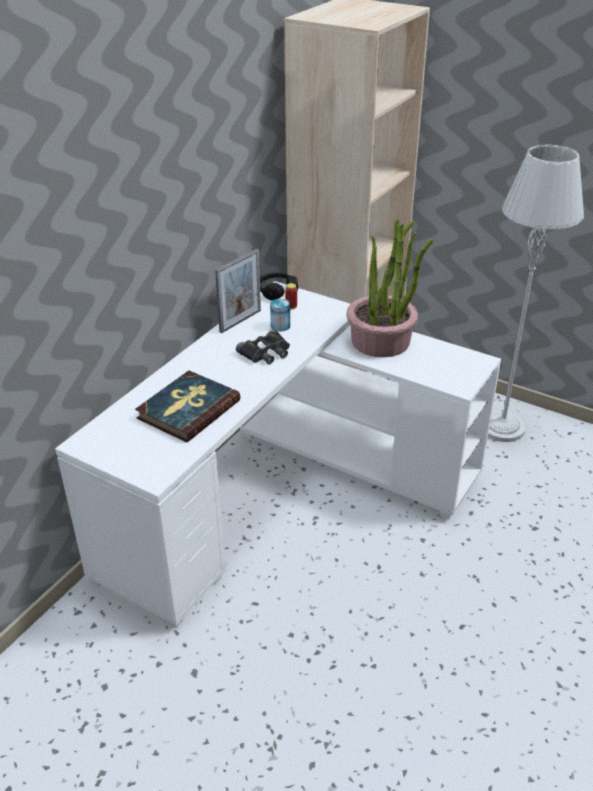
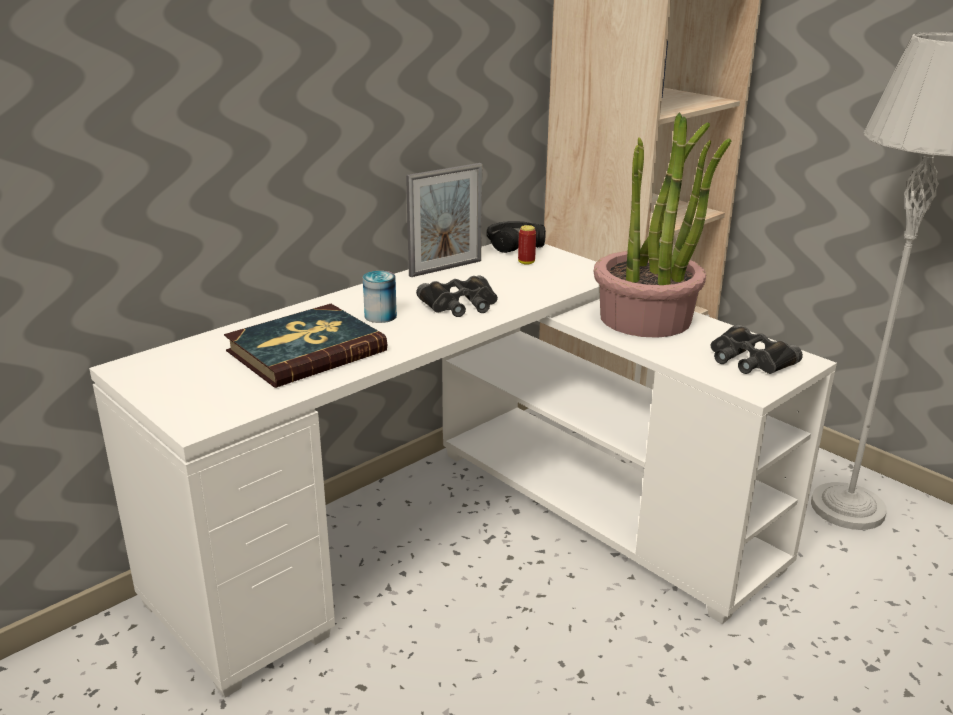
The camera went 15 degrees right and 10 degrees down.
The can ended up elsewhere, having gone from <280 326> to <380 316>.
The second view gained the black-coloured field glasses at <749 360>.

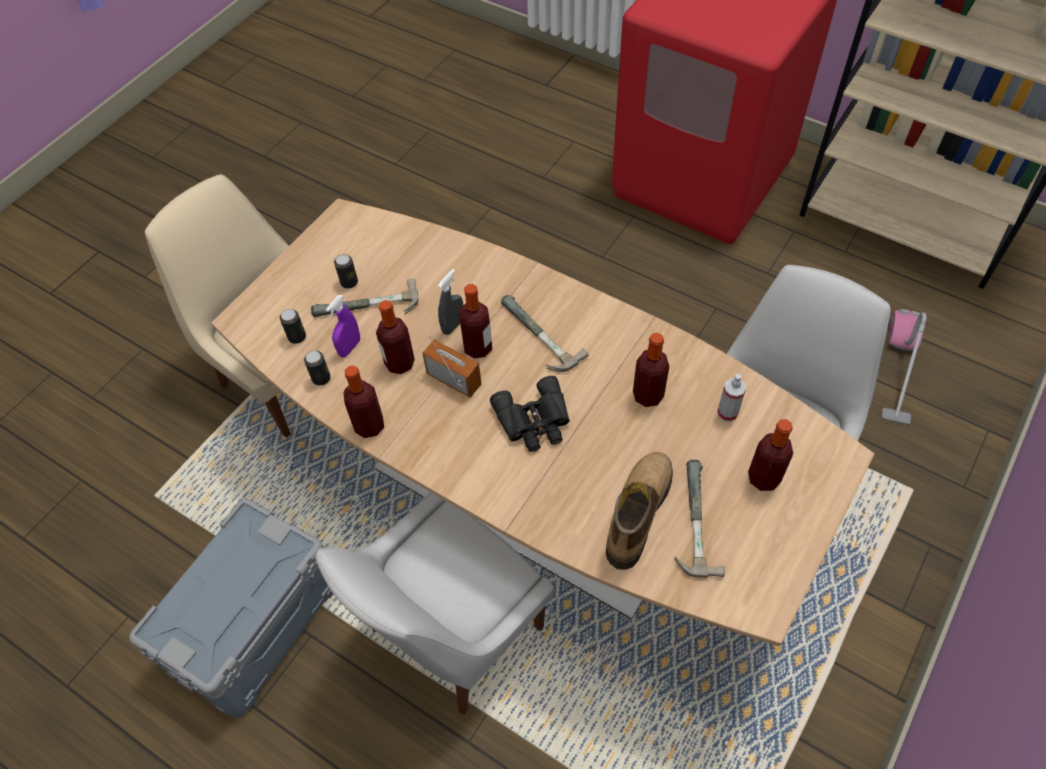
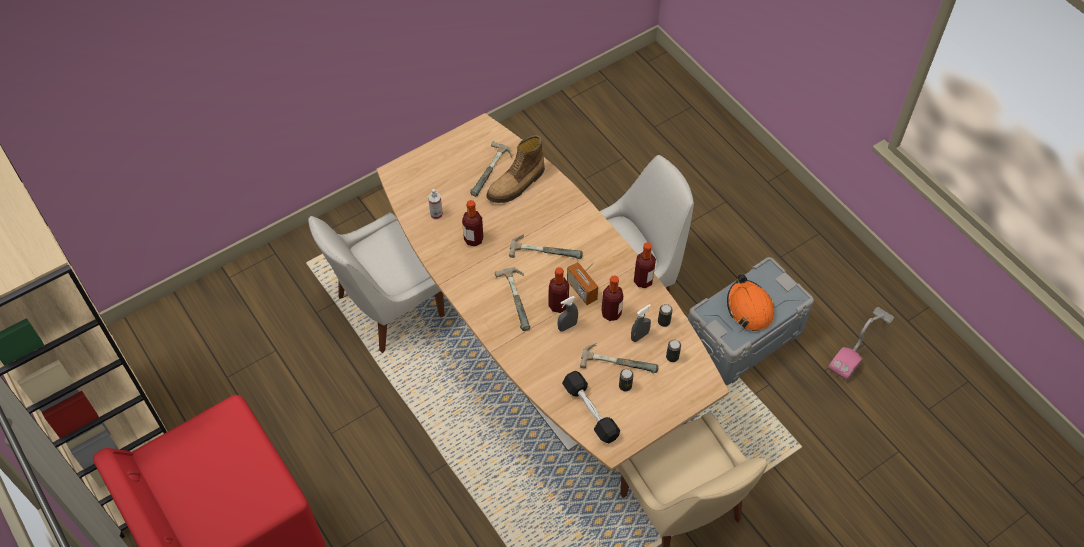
The camera went 160 degrees left and 0 degrees up.
What was the purple sprayer at <349 347> turned into the grey sprayer at <639 336>.
Where the black-coloured field glasses stood at <534 421>, the hammer came to stand at <546 248>.
The second view lost the bottle at <764 478>.
The vacuum cleaner ended up elsewhere, having gone from <899 369> to <861 344>.
The second view gained the black-coloured free weight at <590 411>.
The second view gained the orangey hard hat at <749 308>.

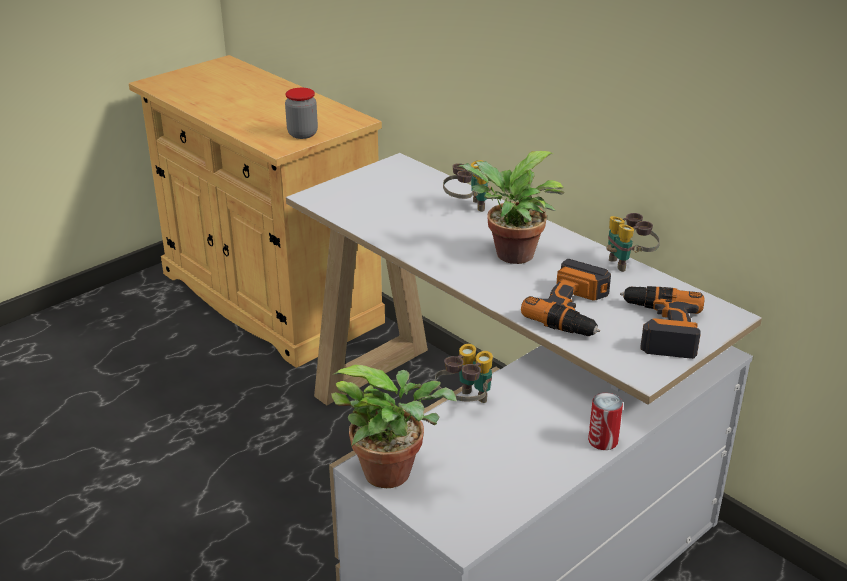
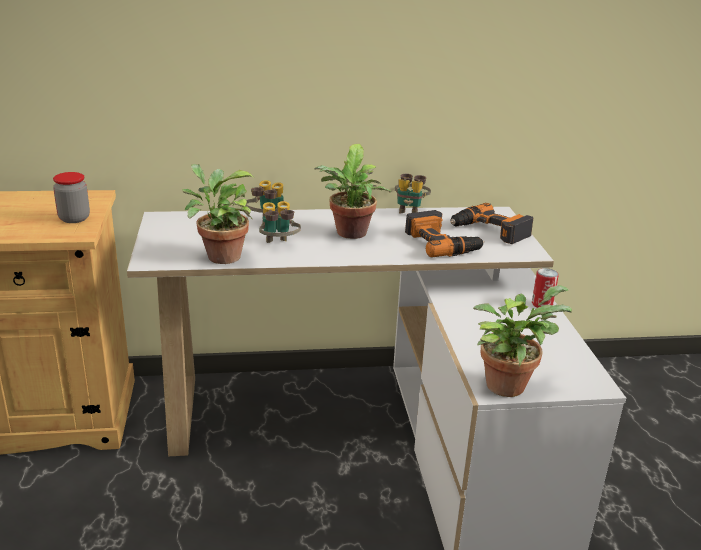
The camera went 55 degrees left and 5 degrees down.
The field glasses ended up elsewhere, having gone from <465 404> to <278 246>.
The second view gained the plant in a pot at <220 256>.

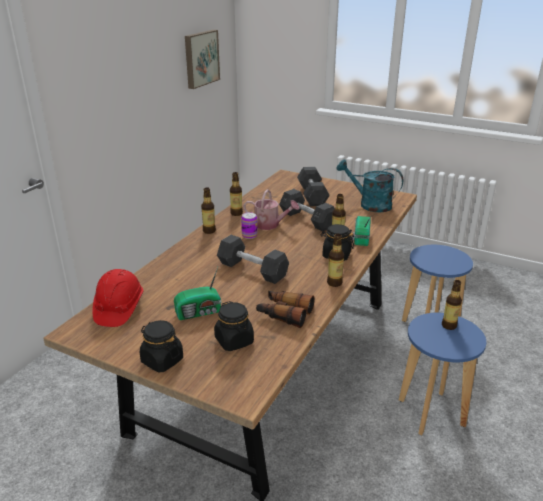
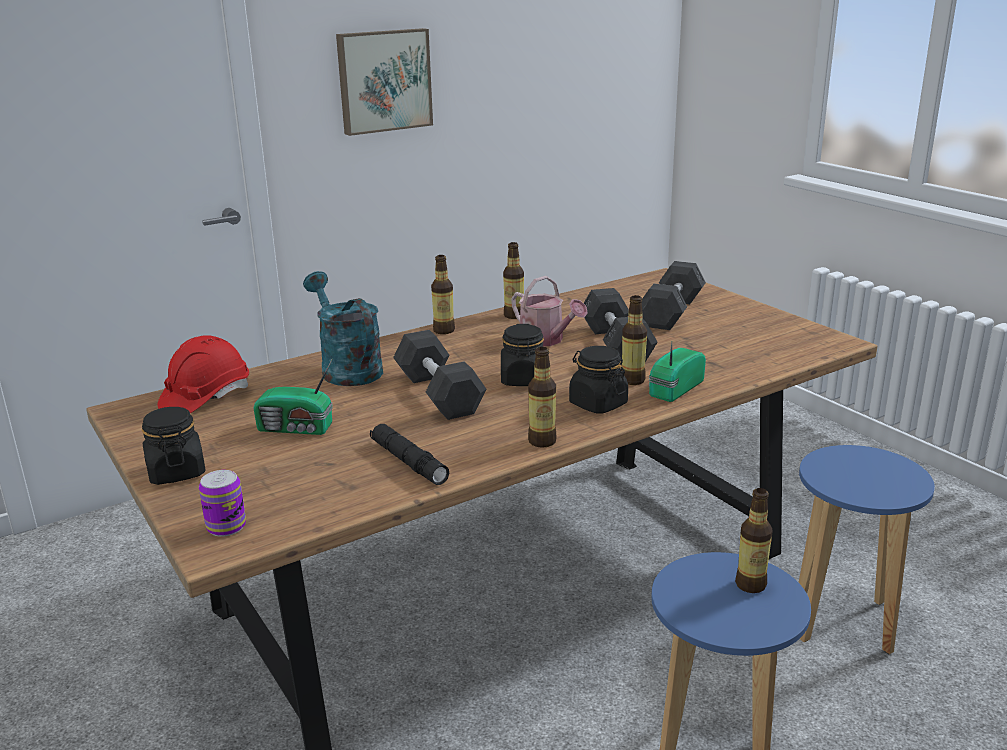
The camera went 30 degrees right and 5 degrees down.
The picture ended up elsewhere, having gone from <200 58> to <383 81>.
The black-coloured preserve jar ended up elsewhere, having gone from <234 341> to <523 379>.
The can ended up elsewhere, having gone from <249 235> to <226 527>.
Where the field glasses stood at <284 314>, the black-coloured flashlight came to stand at <408 462>.
The turquoise-coloured watering can ended up elsewhere, having gone from <369 204> to <346 368>.

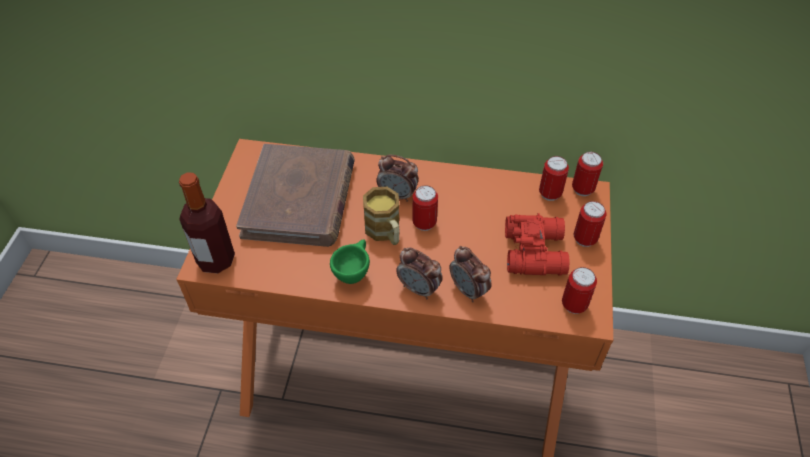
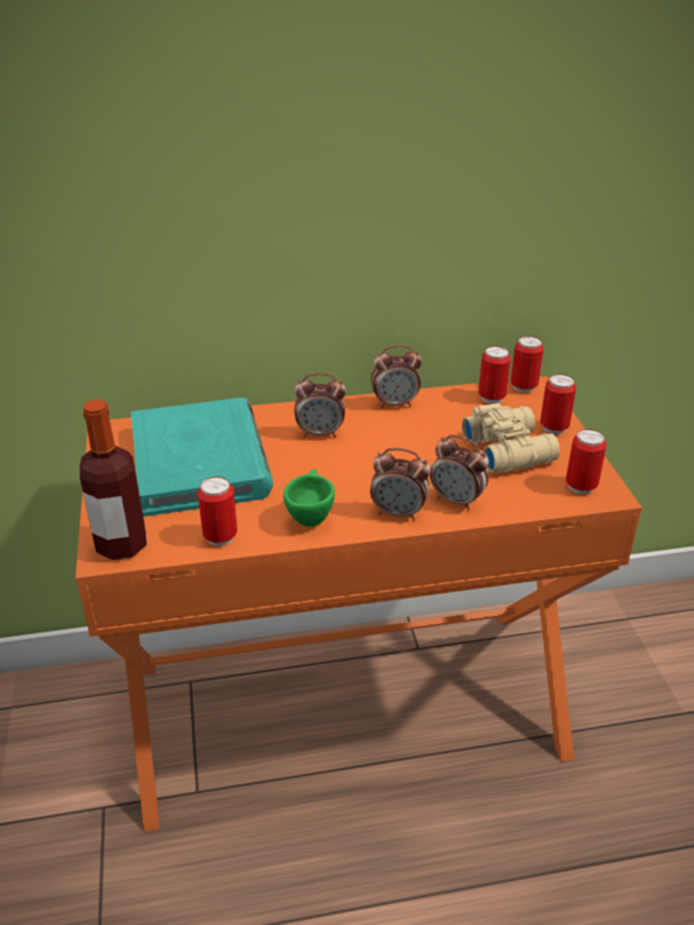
The camera went 20 degrees left and 15 degrees down.
What was the brown-coloured bound book at <299 199> turned into the turquoise-coloured bound book at <201 462>.
The second view lost the tea mug at <385 233>.
The can ended up elsewhere, having gone from <424 223> to <220 537>.
What was the red-coloured field glasses at <536 251> turned into the sand-coloured field glasses at <509 449>.
The second view gained the table clock at <395 404>.

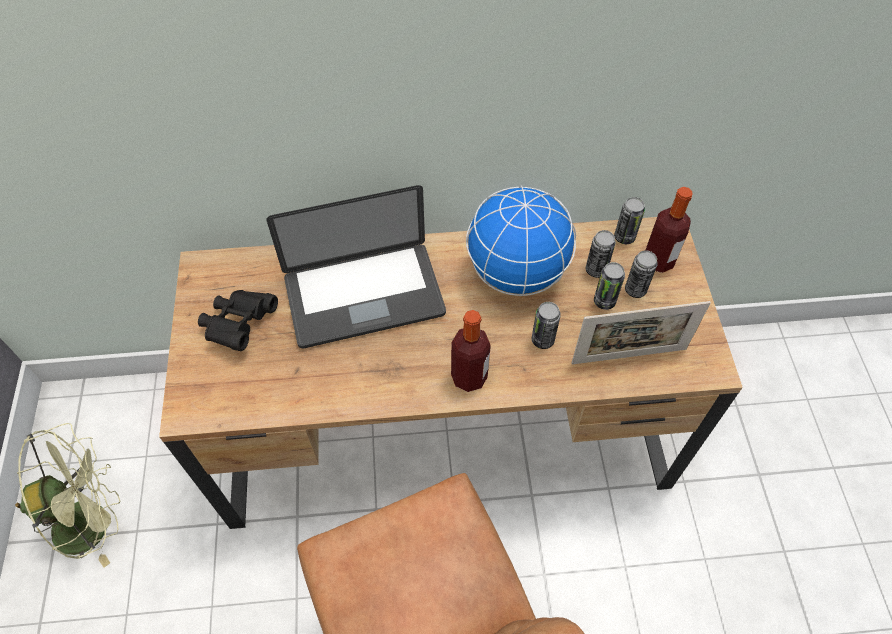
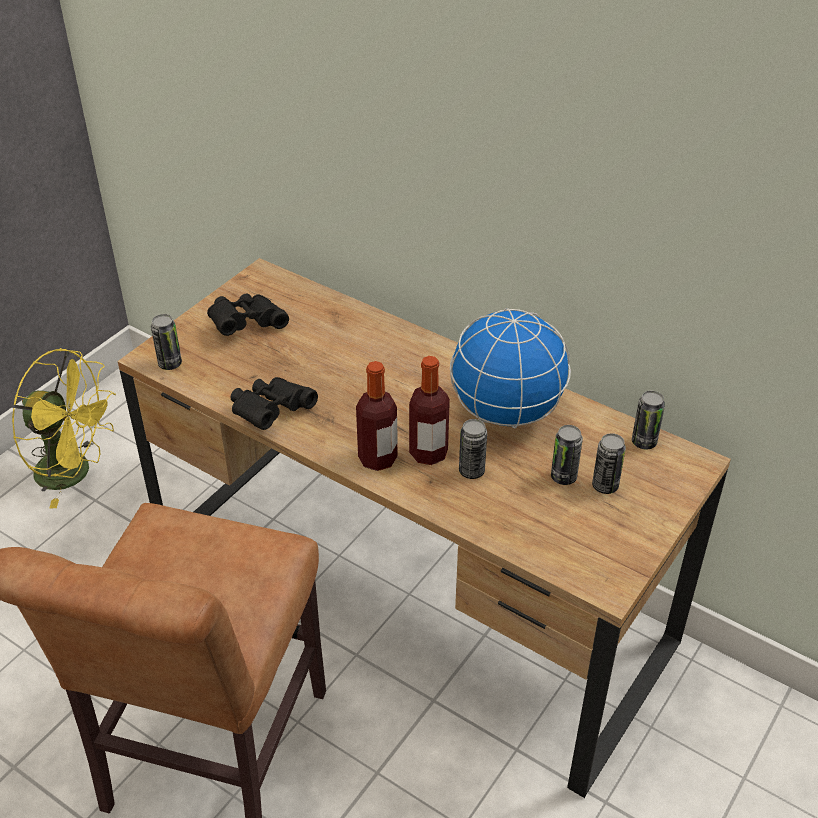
The camera went 40 degrees right and 15 degrees down.
What was the green cooling fan at <94 520> turned into the yellow-coloured cooling fan at <75 473>.
The second view lost the laptop at <364 296>.
The second view lost the photo frame at <629 356>.
The can ended up elsewhere, having gone from <596 270> to <170 364>.
The bottle ended up elsewhere, having gone from <658 261> to <428 453>.
The second view gained the black-coloured field glasses at <271 412>.

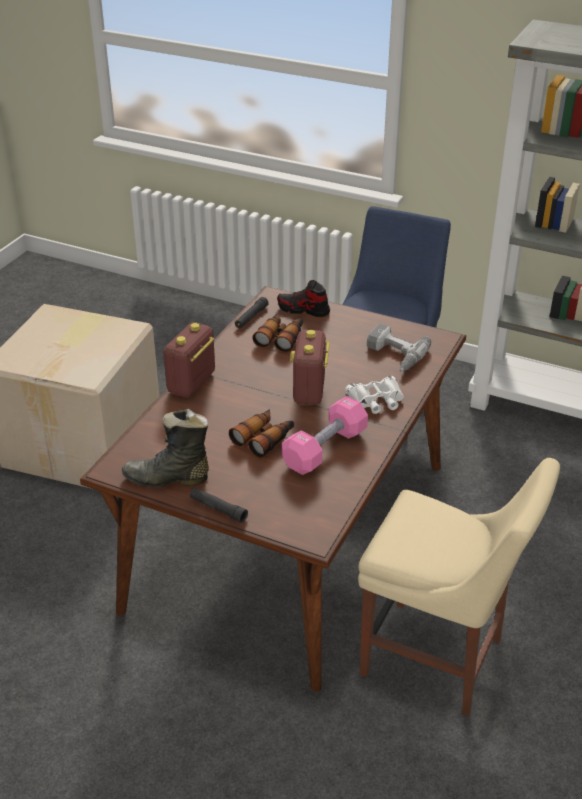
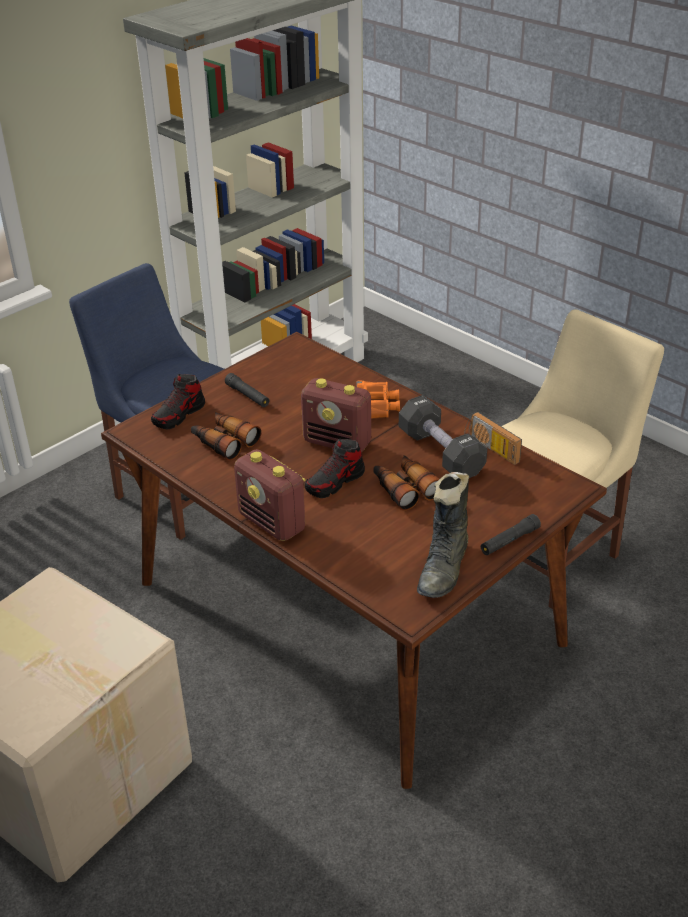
The camera went 70 degrees left and 0 degrees up.
The black-coloured flashlight ended up elsewhere, having gone from <251 317> to <247 396>.
What was the pink-coloured free weight at <325 449> turned into the black-coloured free weight at <441 453>.
What was the white field glasses at <376 400> turned into the orangey field glasses at <377 405>.
The second view lost the electric drill at <393 355>.
The second view gained the low shoe at <335 482>.
The second view gained the radio receiver at <488 450>.

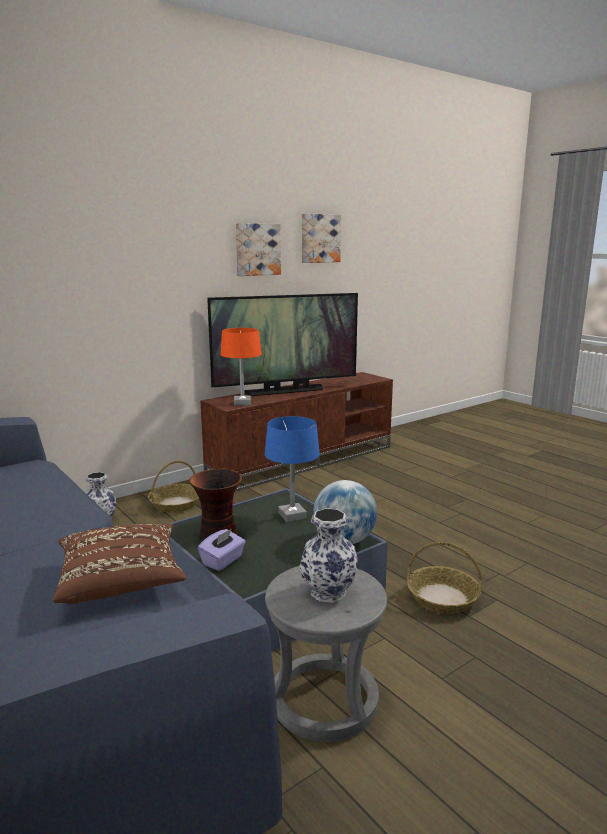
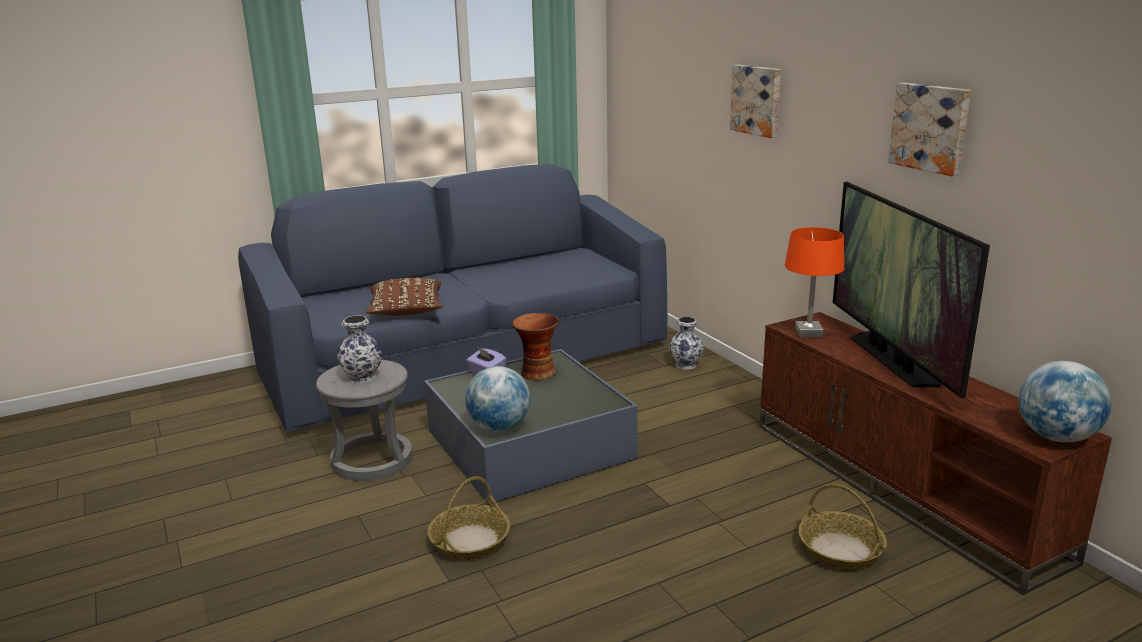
The camera went 100 degrees right and 5 degrees up.
The storage basket ended up elsewhere, having gone from <176 504> to <841 550>.
The second view lost the bluish lamp for a table at <292 515>.
The picture ended up elsewhere, having gone from <319 238> to <757 100>.
The second view gained the globe at <1056 437>.

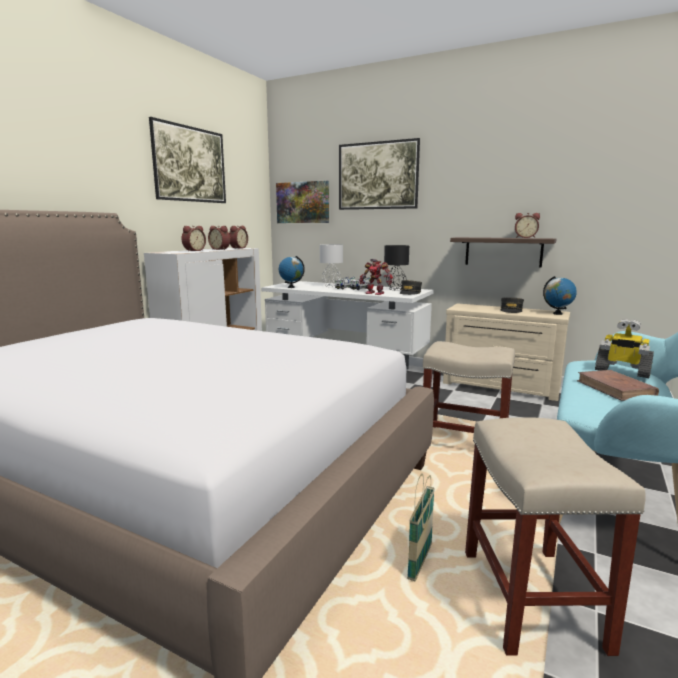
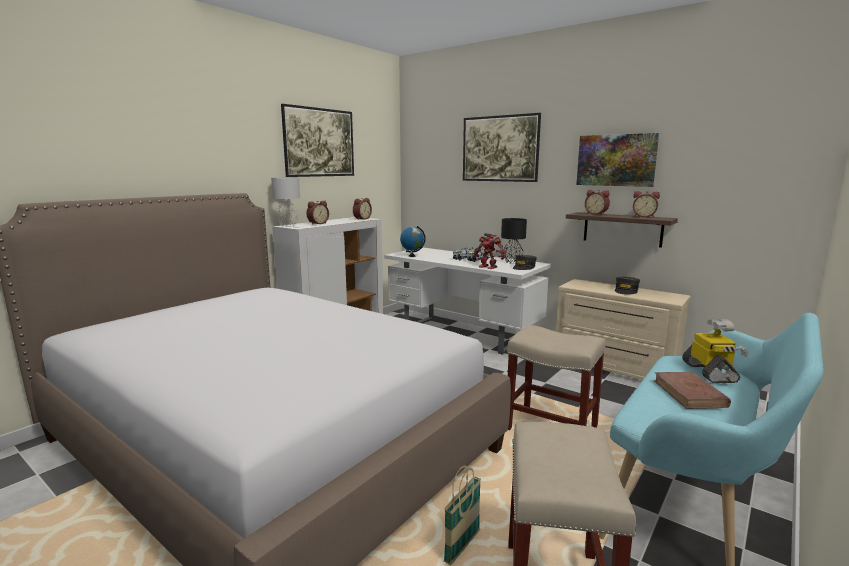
The camera went 10 degrees right and 0 degrees up.
The table clock ended up elsewhere, having gone from <220 249> to <596 214>.
The picture ended up elsewhere, having gone from <303 202> to <616 160>.
The grey lamp for a table ended up elsewhere, having gone from <330 286> to <287 225>.
The second view lost the globe at <557 313>.
The model robot at <621 371> ended up facing another way, 135 degrees counterclockwise from before.

